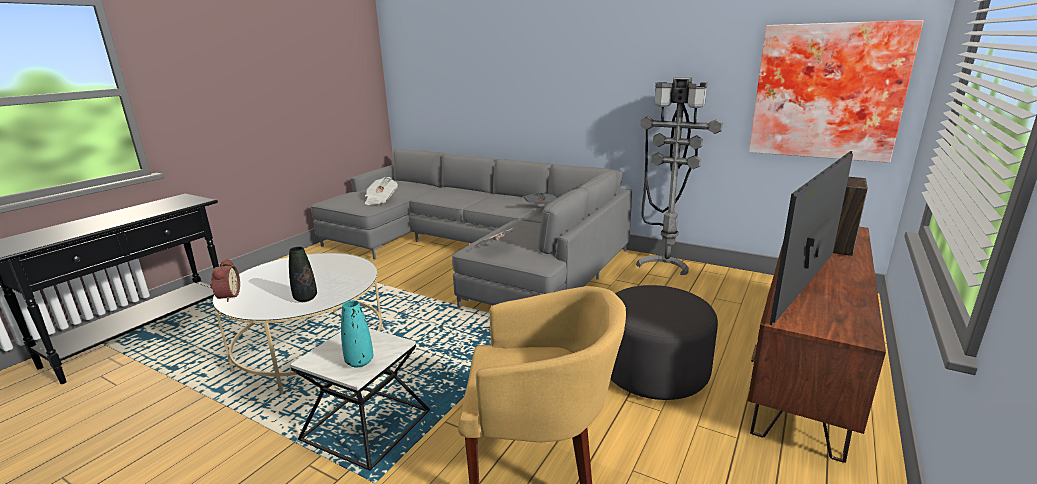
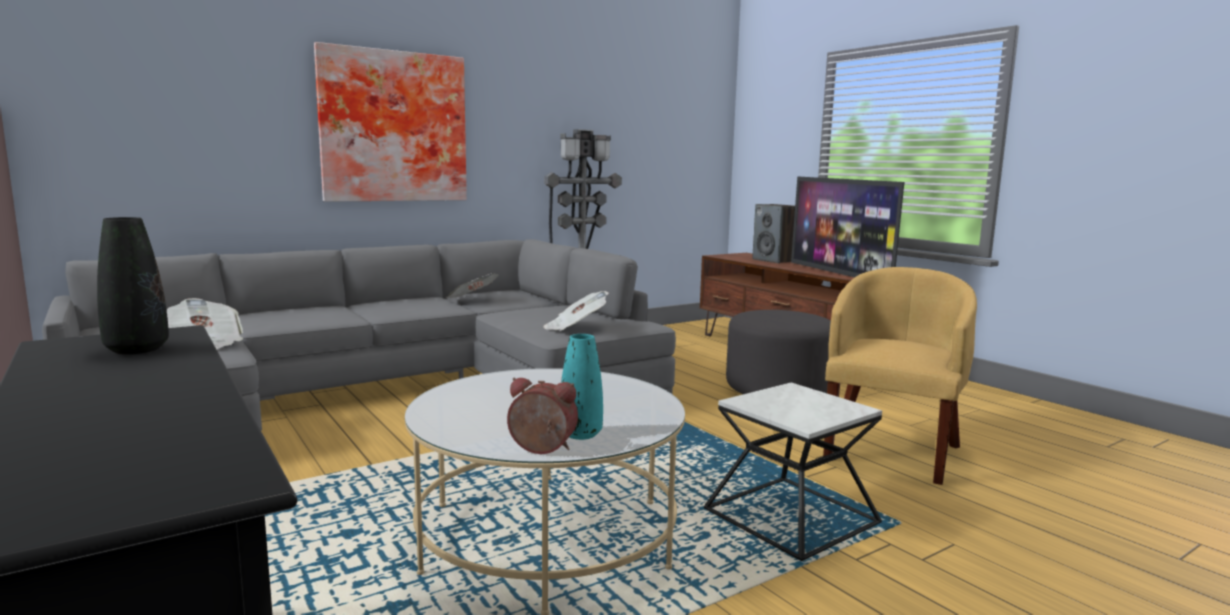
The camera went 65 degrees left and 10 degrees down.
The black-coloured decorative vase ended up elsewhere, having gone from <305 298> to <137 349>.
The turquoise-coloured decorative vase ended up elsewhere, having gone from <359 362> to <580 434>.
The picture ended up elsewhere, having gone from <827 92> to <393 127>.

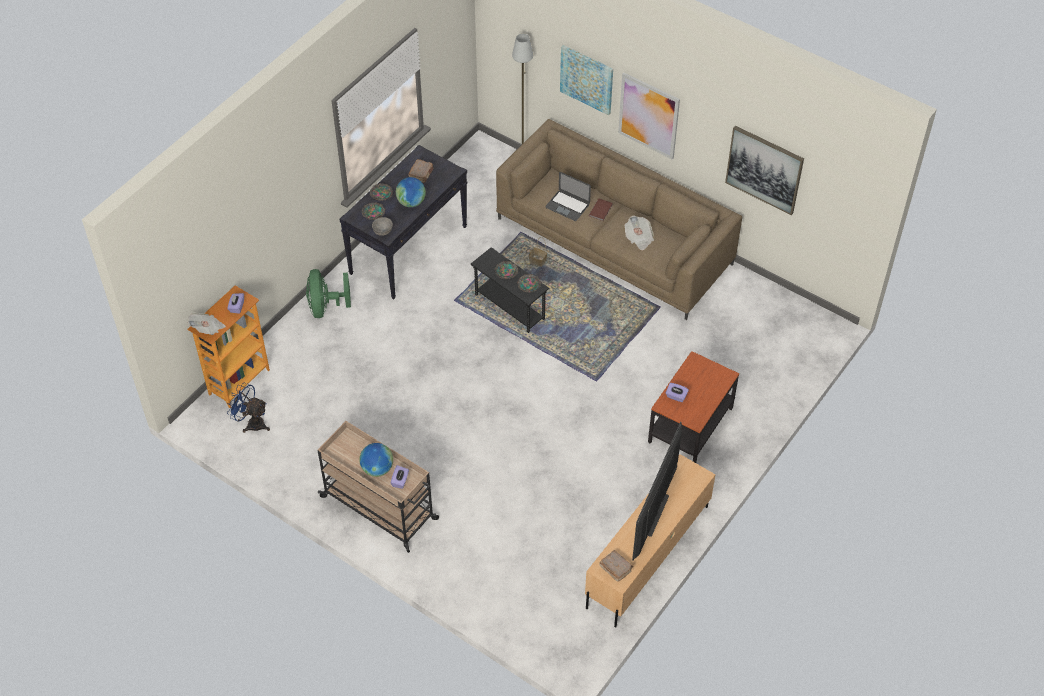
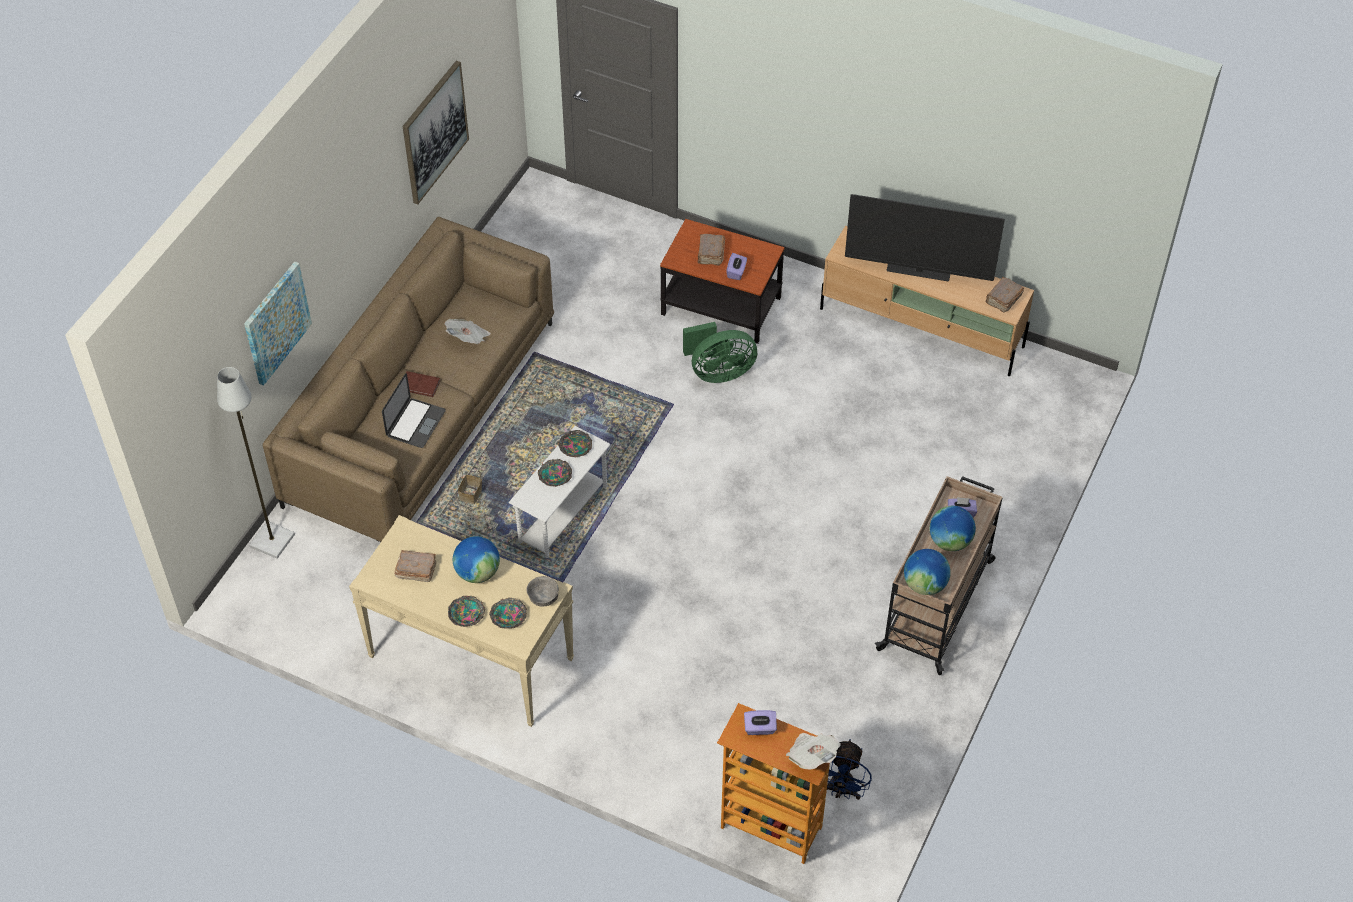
The camera went 100 degrees left and 0 degrees up.
The green cooling fan ended up elsewhere, having gone from <325 307> to <718 372>.
What was the black-coloured narrow table at <408 249> turned into the sand-coloured narrow table at <470 657>.
What was the black-coloured end table at <510 307> turned into the white end table at <562 514>.
The second view lost the picture at <649 115>.
The second view gained the brown-coloured bound book at <710 254>.
The second view gained the globe at <925 584>.

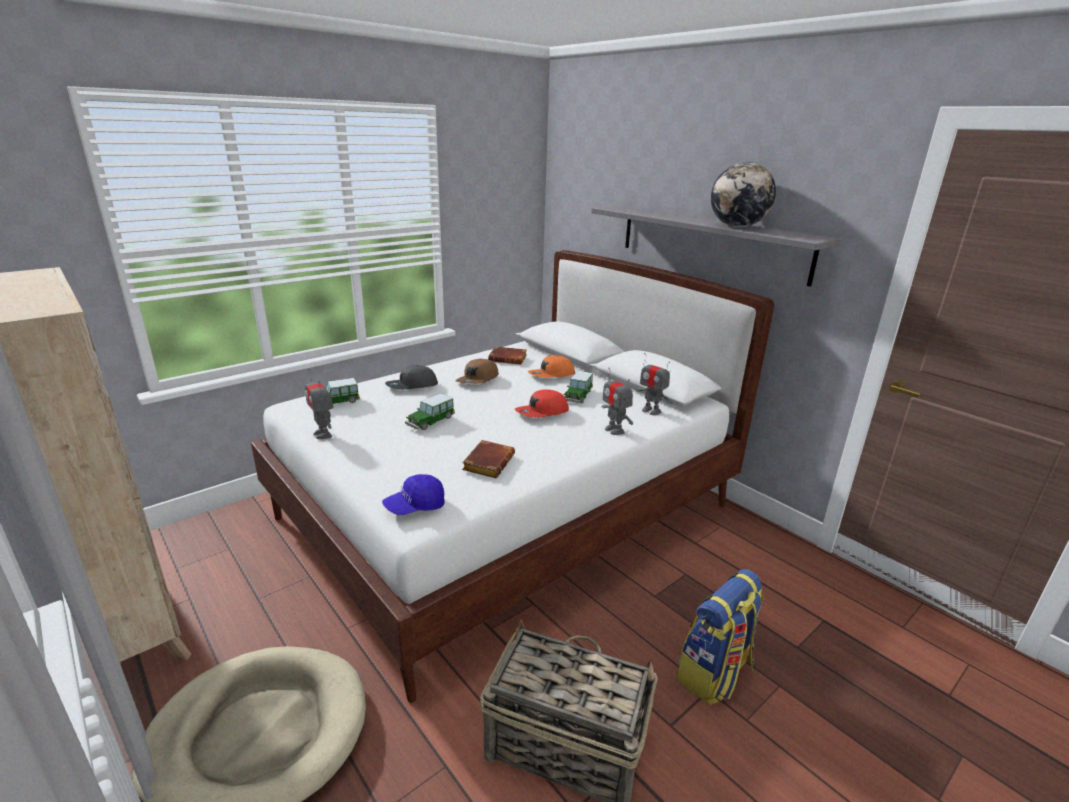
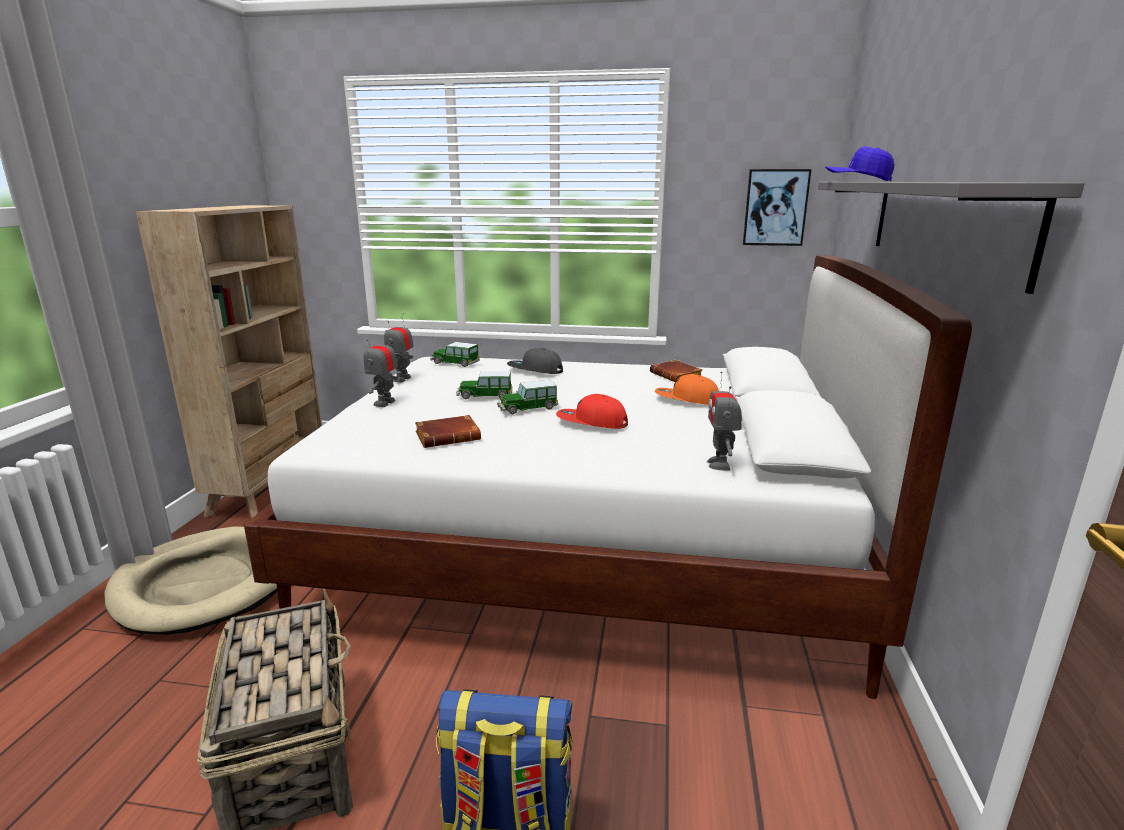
The camera went 50 degrees right and 5 degrees down.
The bluish peaked cap ended up elsewhere, having gone from <415 506> to <857 181>.
The second view lost the brown-coloured peaked cap at <478 380>.
The model car ended up elsewhere, having gone from <578 396> to <527 408>.
The model robot ended up elsewhere, having gone from <614 430> to <384 403>.
The second view lost the globe at <737 226>.
The second view gained the picture at <775 207>.

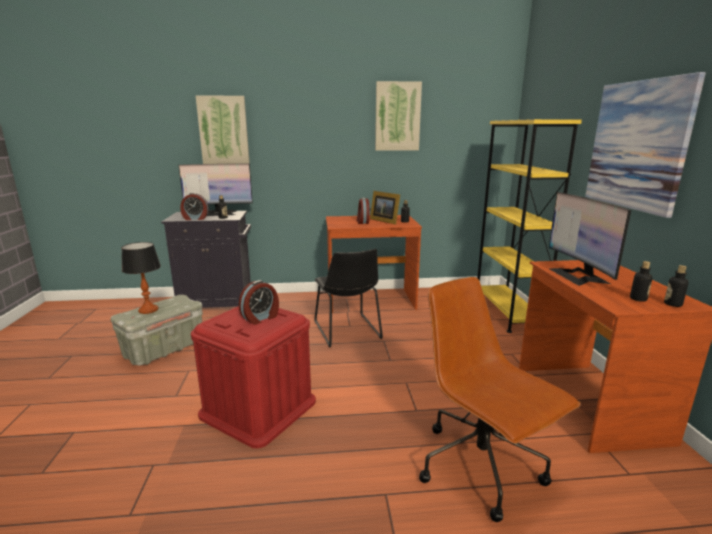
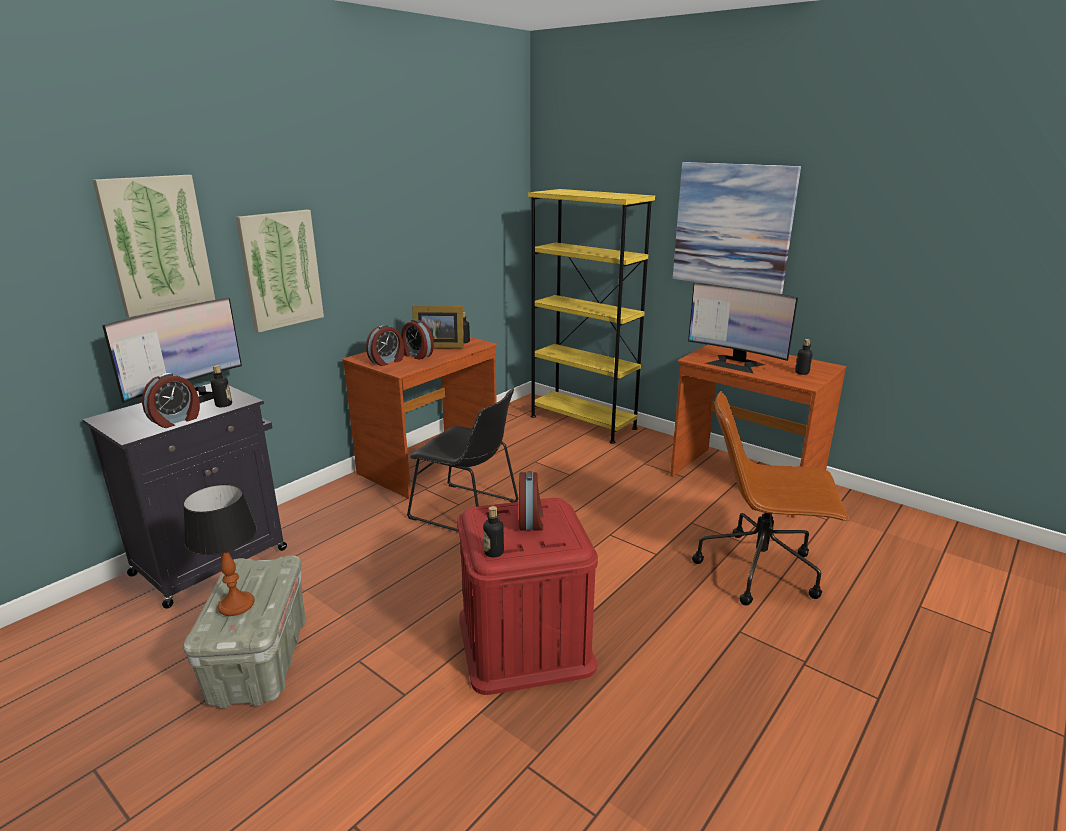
The camera went 45 degrees left and 5 degrees up.
The picture ended up elsewhere, having gone from <397 116> to <280 270>.
The bottle ended up elsewhere, having gone from <672 304> to <494 552>.
The second view gained the table clock at <387 361>.

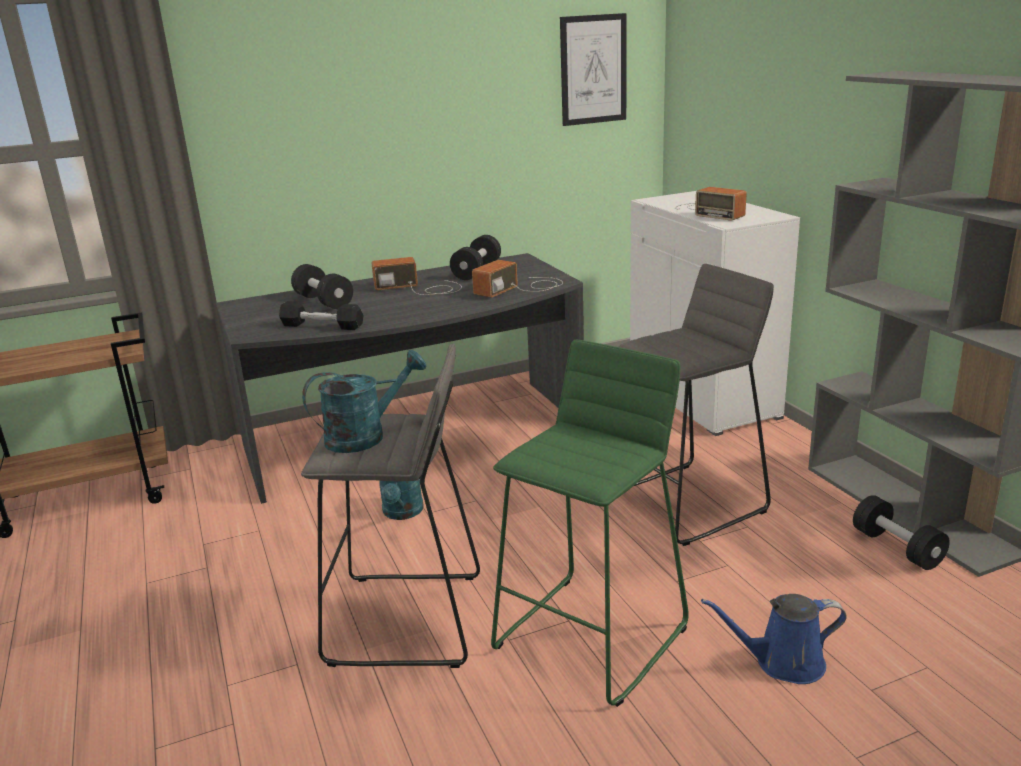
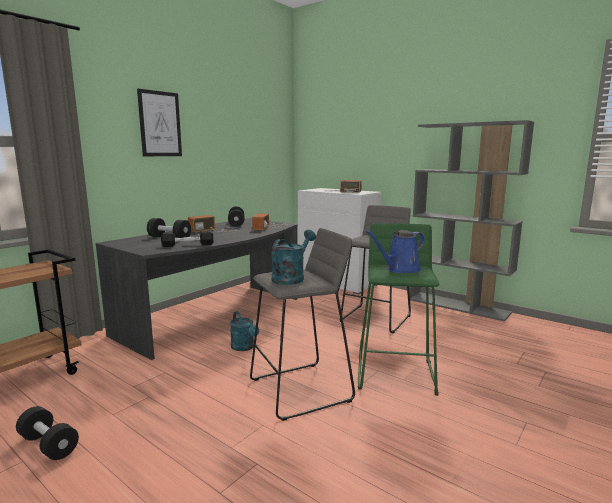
The camera went 30 degrees left and 10 degrees down.
The picture ended up elsewhere, having gone from <593 70> to <160 124>.
The bluish watering can ended up elsewhere, having gone from <783 662> to <400 269>.
The black-coloured free weight ended up elsewhere, having gone from <897 548> to <49 445>.

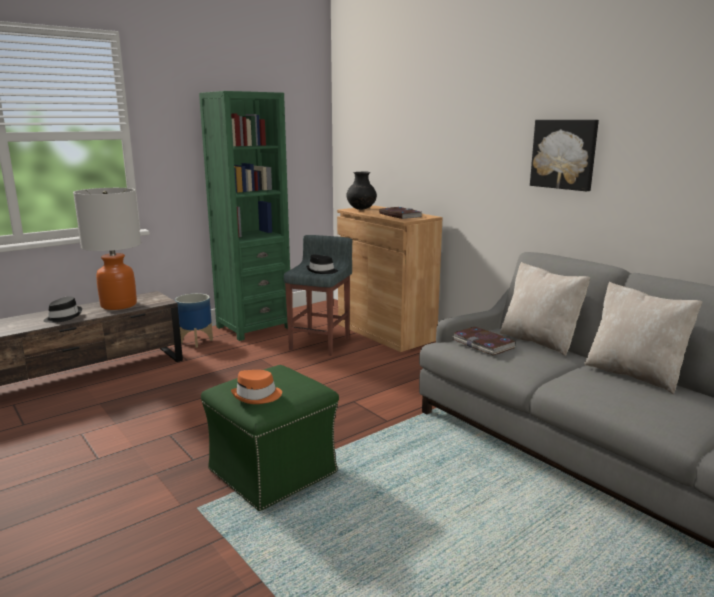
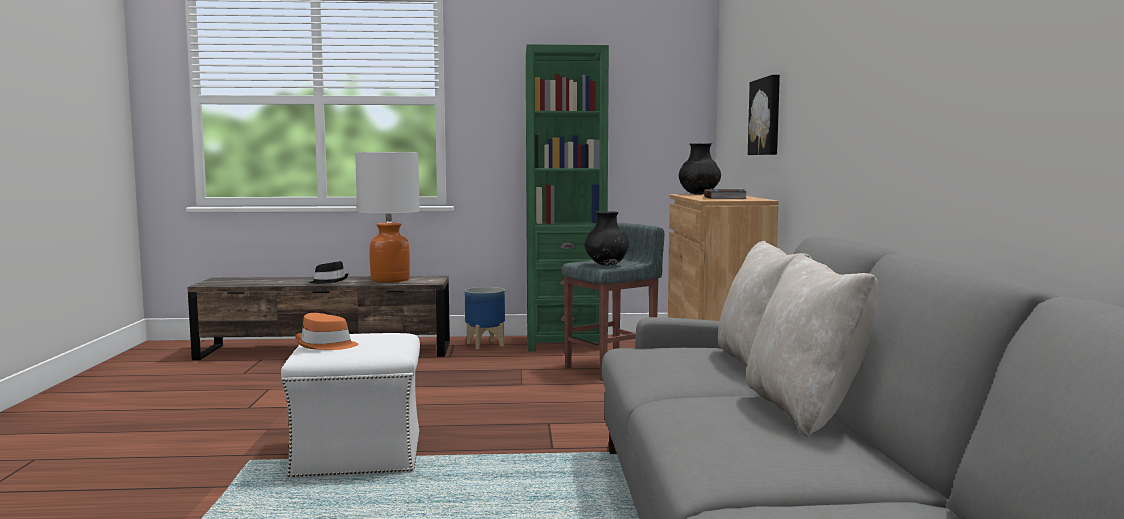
The camera went 35 degrees right and 10 degrees down.
What was the green ottoman at <274 471> turned into the white ottoman at <360 455>.
Where the black-coloured clothing hat stood at <322 271>, the black-coloured decorative vase came to stand at <606 265>.
The second view lost the bound book at <483 343>.
The picture ended up elsewhere, having gone from <564 154> to <766 116>.

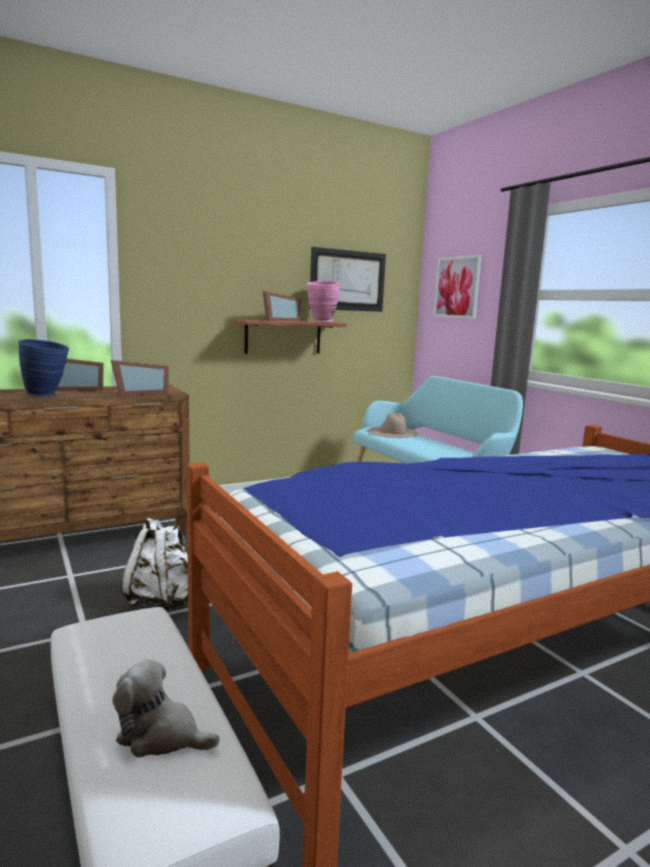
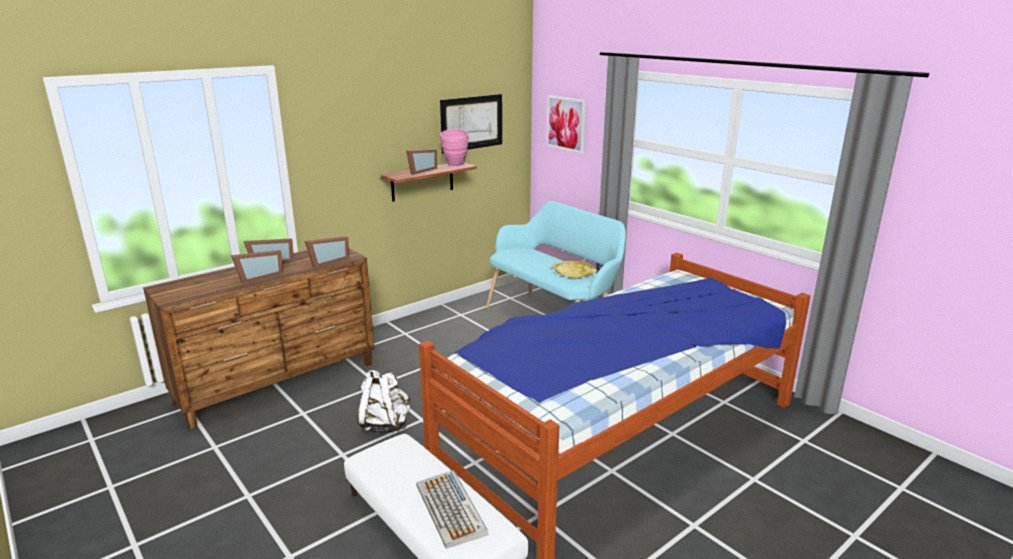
The camera went 10 degrees left and 10 degrees up.
Where the bluish decorative vase stood at <47 395>, the photo frame came to stand at <258 277>.
Where the cuddly toy stood at <161 735>, the computer keyboard came to stand at <451 509>.
The second view lost the sand-coloured clothing hat at <392 432>.
The second view gained the yellow-coloured carrying tray at <574 273>.

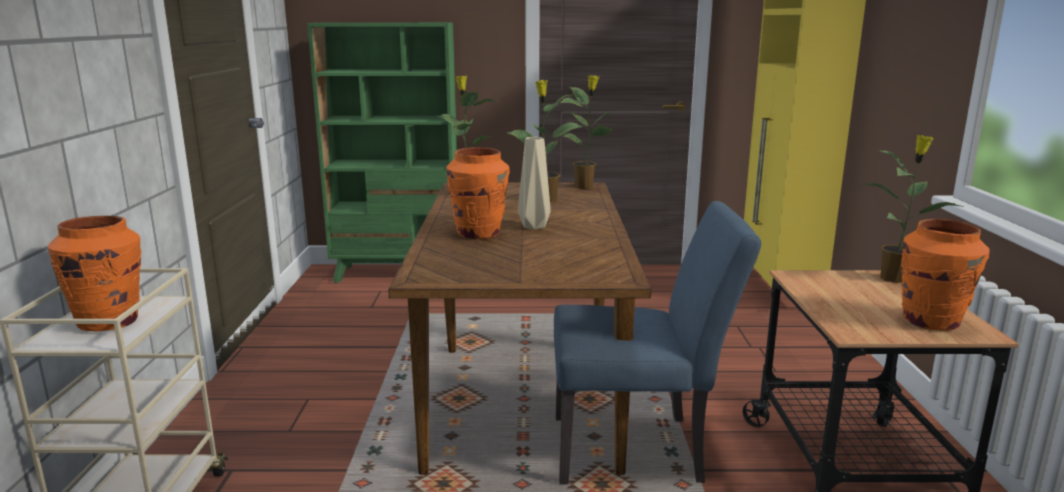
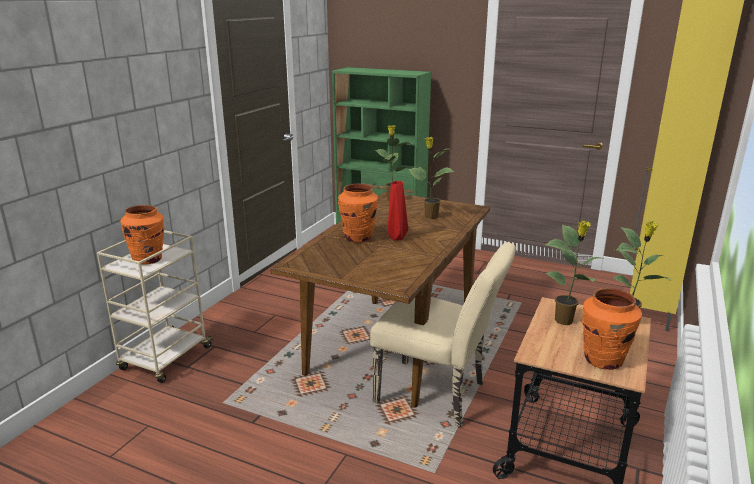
The camera went 25 degrees right and 5 degrees up.
What was the sand-coloured decorative vase at <535 227> turned into the red-coloured decorative vase at <397 238>.
What was the bluish chair at <639 449> turned into the sand-coloured chair at <438 395>.
The plant in a pot ended up elsewhere, having gone from <585 187> to <565 321>.

